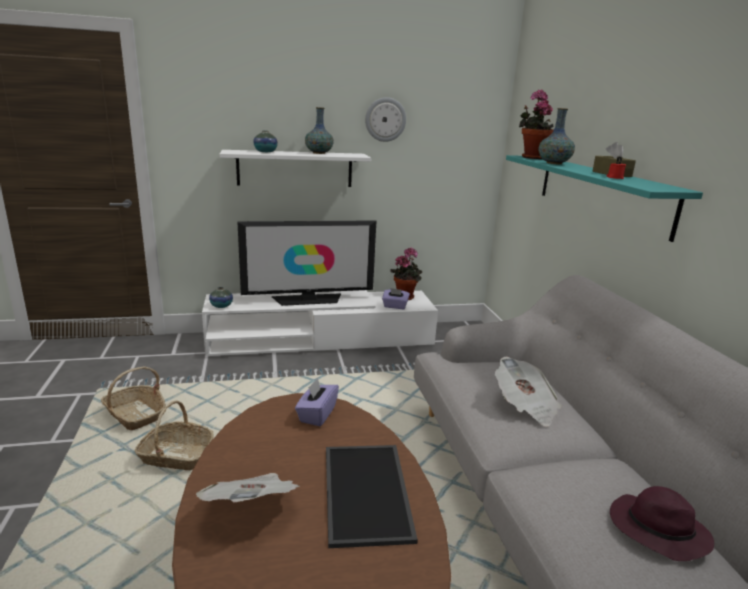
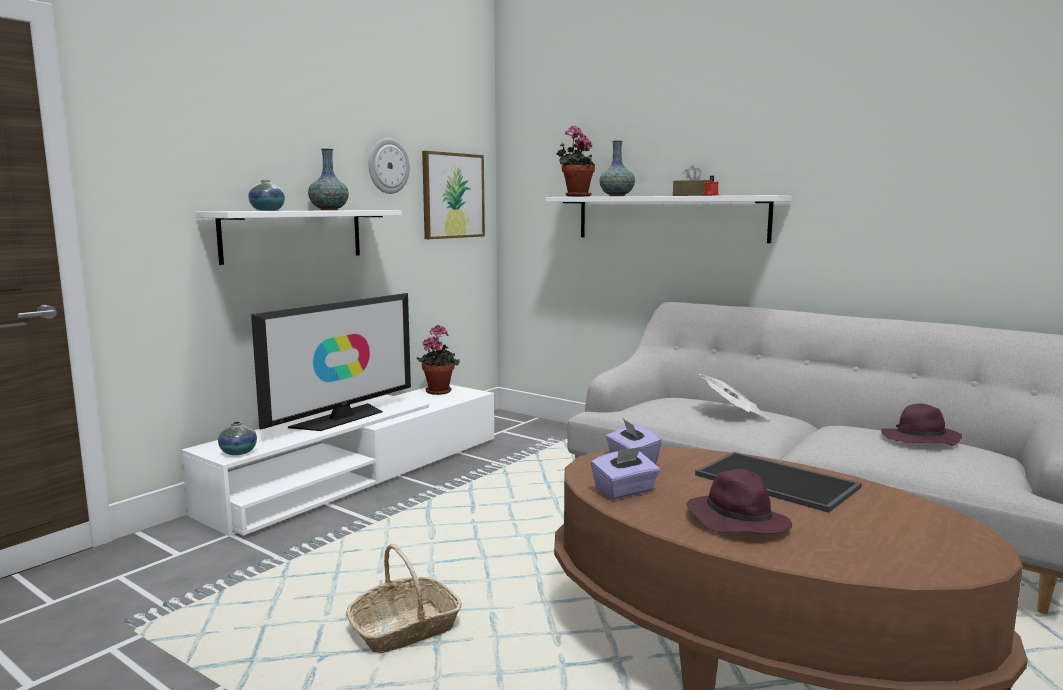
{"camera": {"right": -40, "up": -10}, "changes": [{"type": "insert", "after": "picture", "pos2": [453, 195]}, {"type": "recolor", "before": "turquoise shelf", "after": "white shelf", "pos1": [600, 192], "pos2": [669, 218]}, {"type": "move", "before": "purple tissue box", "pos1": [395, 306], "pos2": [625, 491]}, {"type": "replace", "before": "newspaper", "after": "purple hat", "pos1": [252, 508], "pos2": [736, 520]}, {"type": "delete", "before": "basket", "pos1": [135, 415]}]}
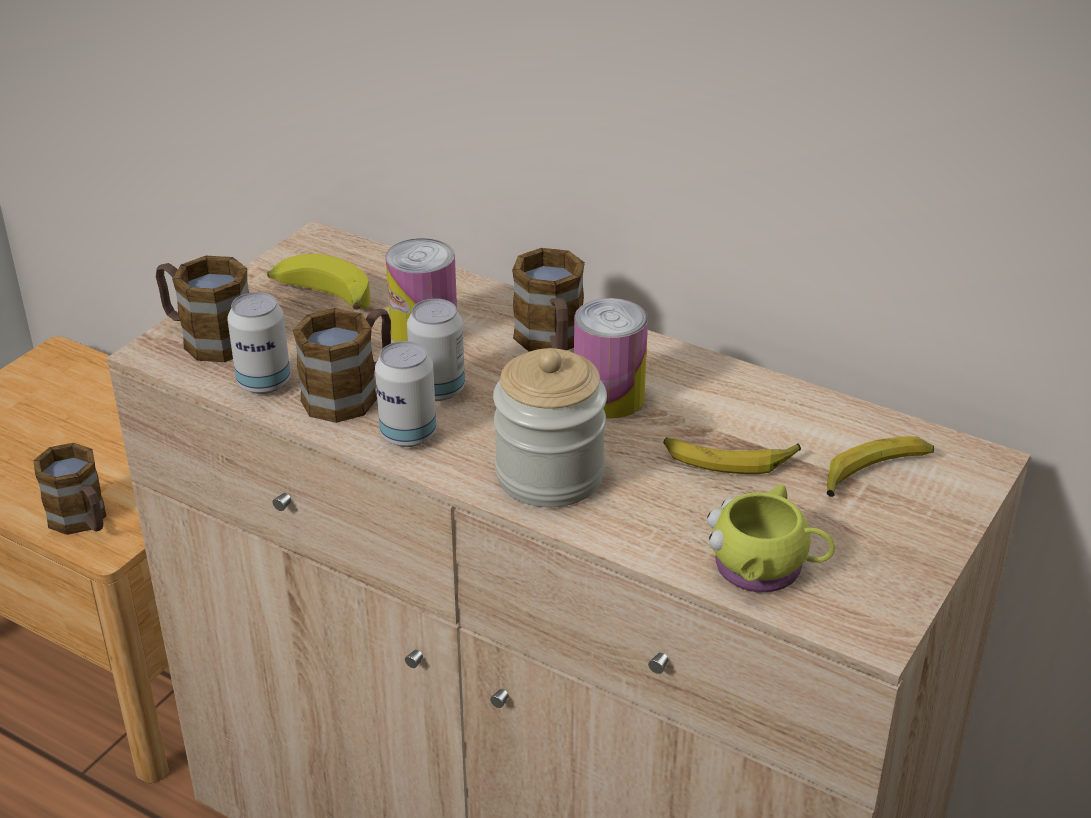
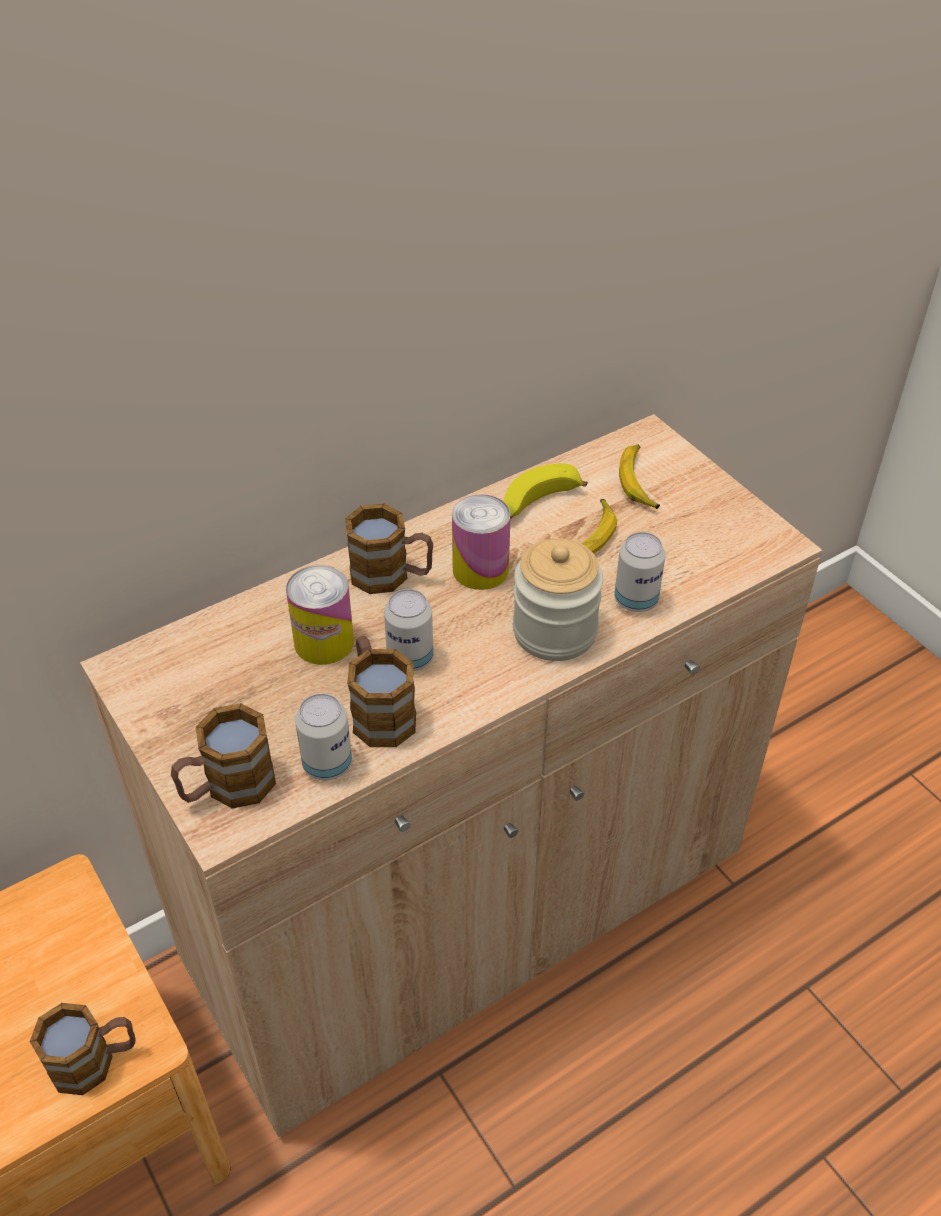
{"camera": {"right": -65, "up": 10}, "changes": [{"type": "move", "before": "banana", "pos1": [321, 296], "pos2": [538, 503]}, {"type": "move", "before": "can", "pos1": [408, 435], "pos2": [636, 600]}, {"type": "delete", "before": "yellow mug", "pos1": [766, 568]}]}
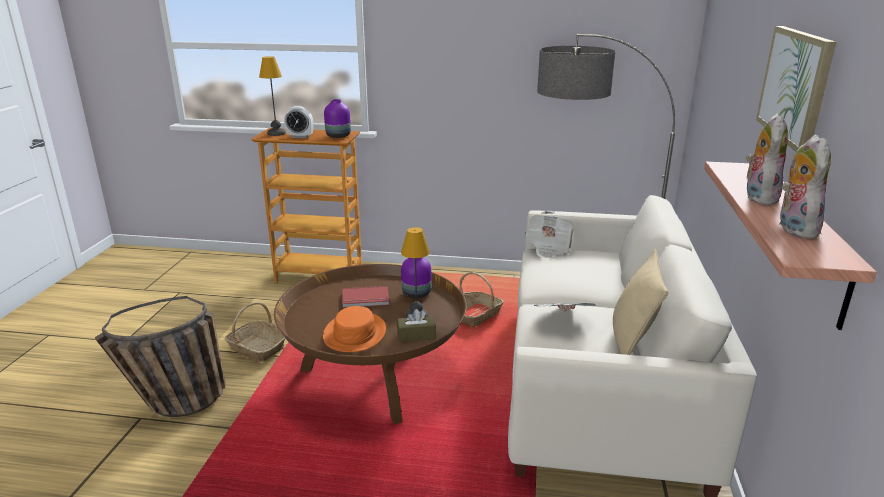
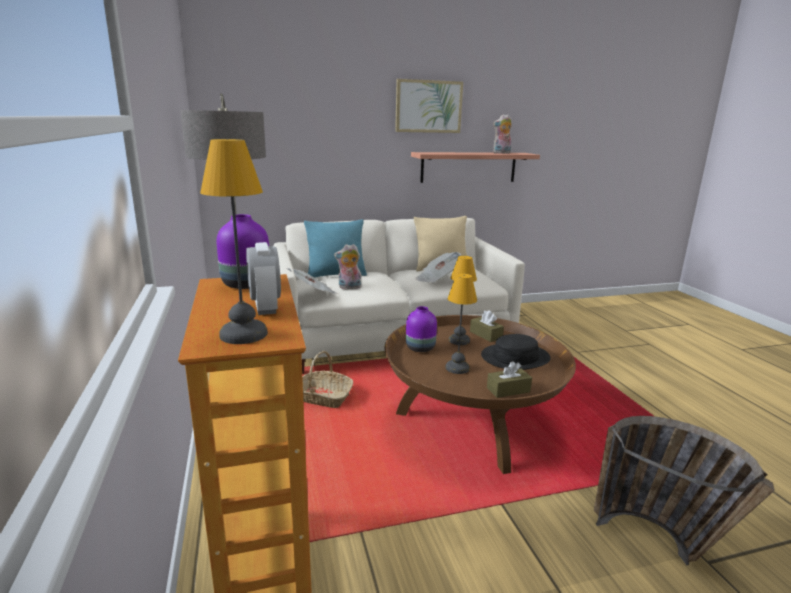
{"camera": {"right": -115, "up": -5}, "changes": [{"type": "insert", "after": "turquoise pillow", "pos2": [336, 275]}, {"type": "move", "before": "plush toy", "pos1": [758, 197], "pos2": [349, 287]}, {"type": "replace", "before": "red book", "after": "table lamp", "pos1": [365, 299], "pos2": [457, 367]}, {"type": "recolor", "before": "orange hat", "after": "black hat", "pos1": [355, 333], "pos2": [515, 357]}, {"type": "insert", "after": "brown tissue box", "pos2": [508, 390]}, {"type": "delete", "before": "basket", "pos1": [257, 348]}]}
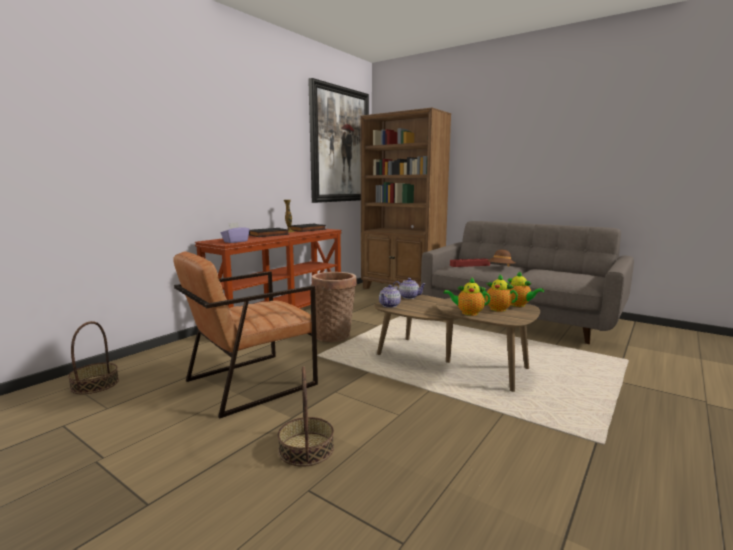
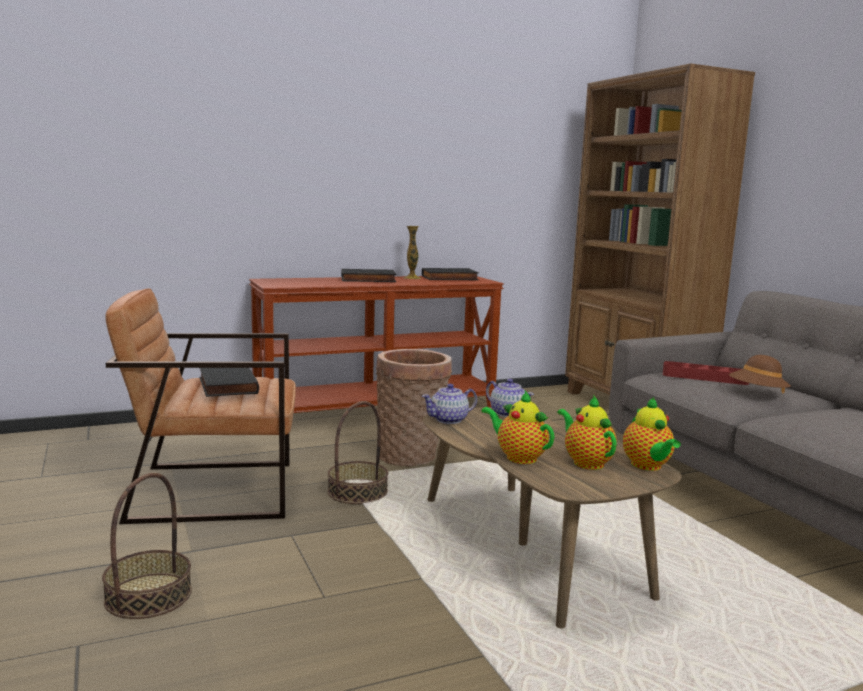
{"camera": {"right": 30, "up": 0}, "changes": [{"type": "insert", "after": "black book", "pos2": [226, 385]}, {"type": "move", "before": "basket", "pos1": [95, 384], "pos2": [357, 491]}, {"type": "delete", "before": "purple tissue box", "pos1": [235, 241]}, {"type": "delete", "before": "picture", "pos1": [339, 145]}]}
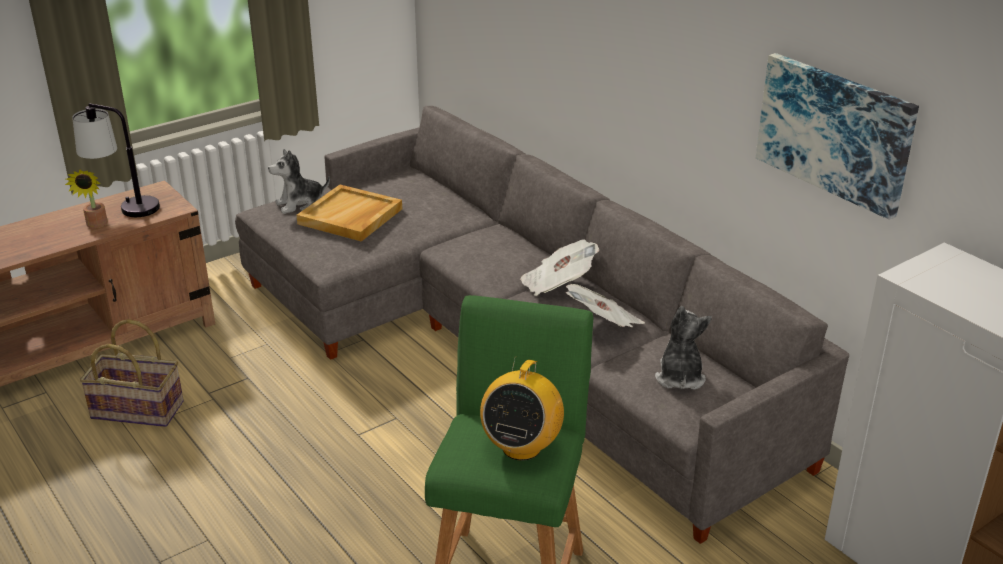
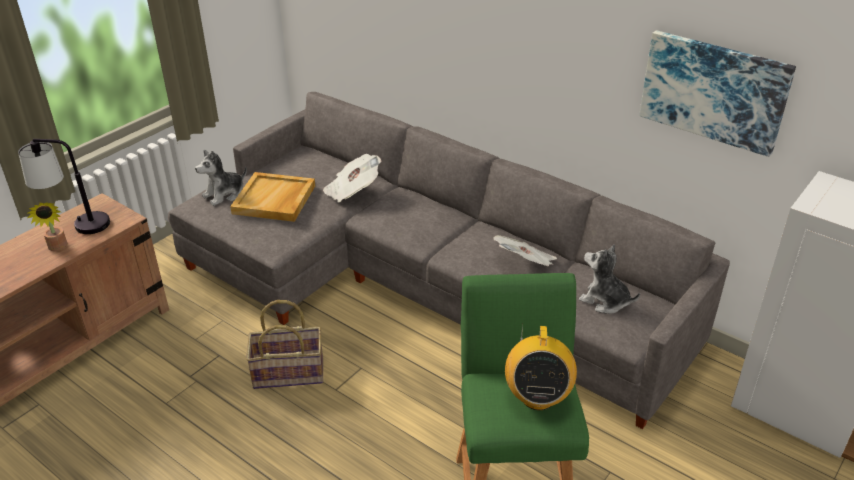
{"camera": {"right": -15, "up": 5}, "changes": [{"type": "move", "before": "basket", "pos1": [138, 409], "pos2": [289, 372]}, {"type": "move", "before": "newspaper", "pos1": [557, 284], "pos2": [352, 191]}, {"type": "rotate", "before": "plush toy", "pos1": [679, 377], "pos2": [605, 301], "turn": -45}]}
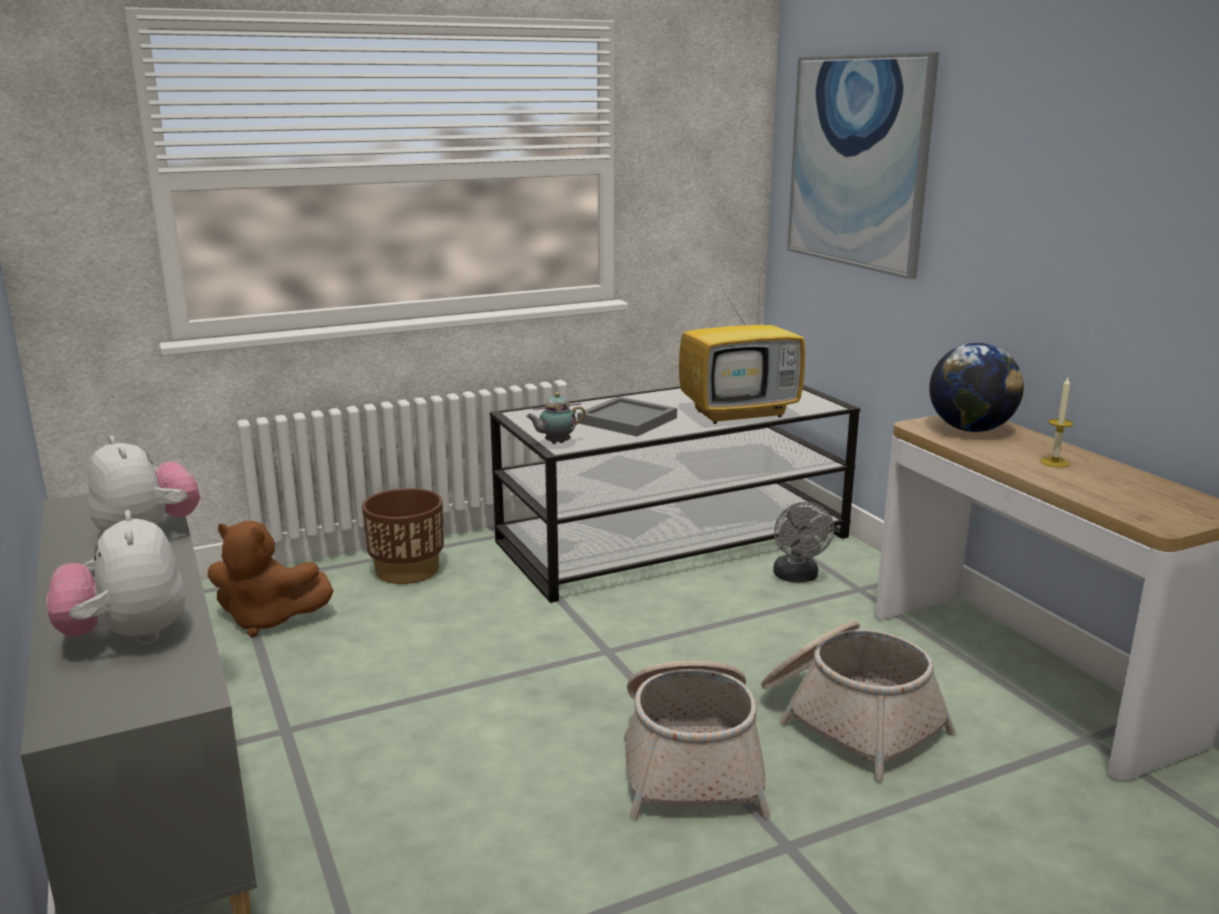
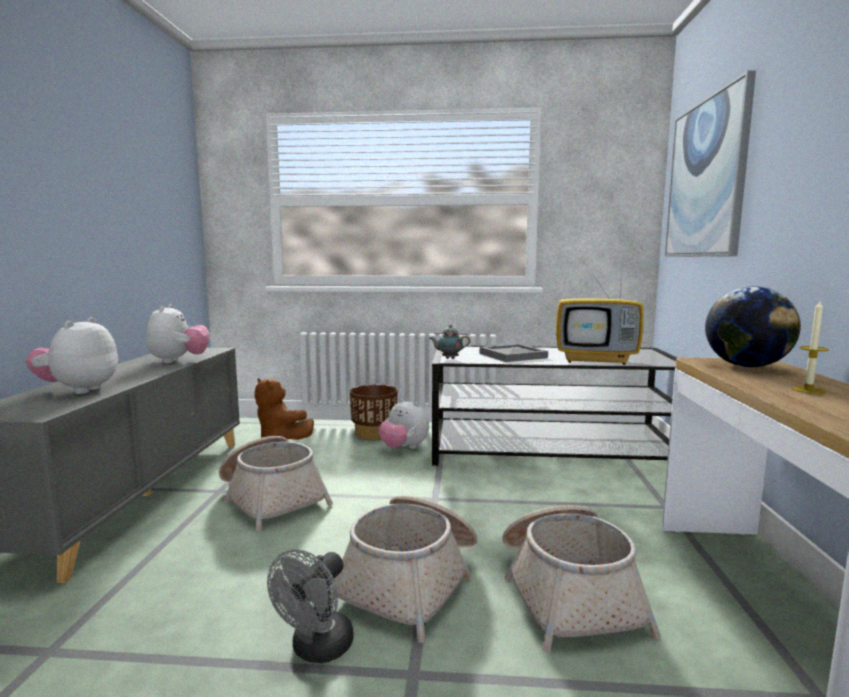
{"camera": {"right": 30, "up": -10}, "changes": [{"type": "insert", "after": "basket", "pos2": [272, 499]}, {"type": "move", "before": "grey fan", "pos1": [797, 577], "pos2": [317, 650]}, {"type": "insert", "after": "plush toy", "pos2": [404, 448]}]}
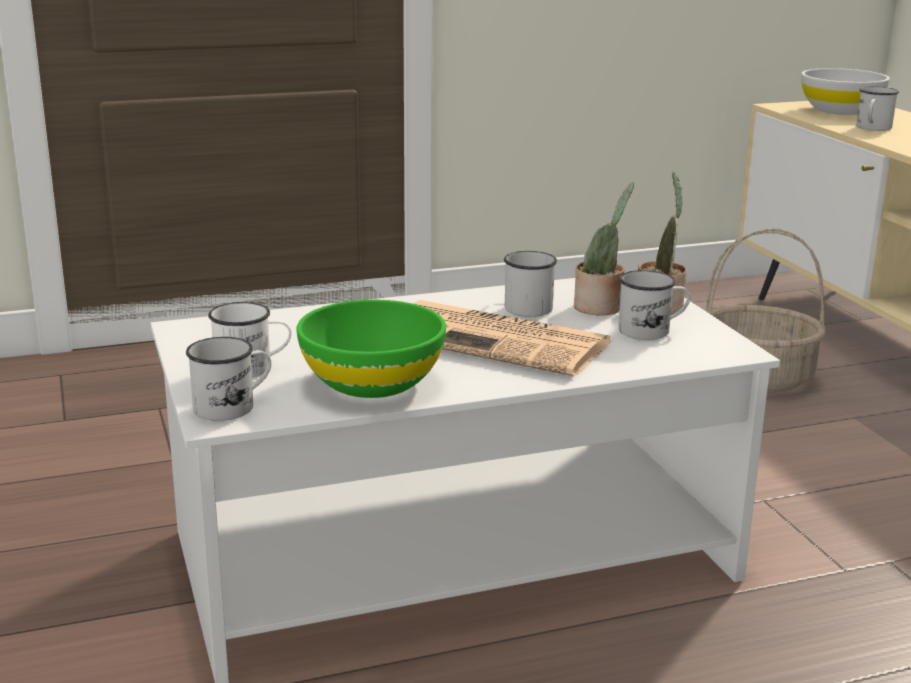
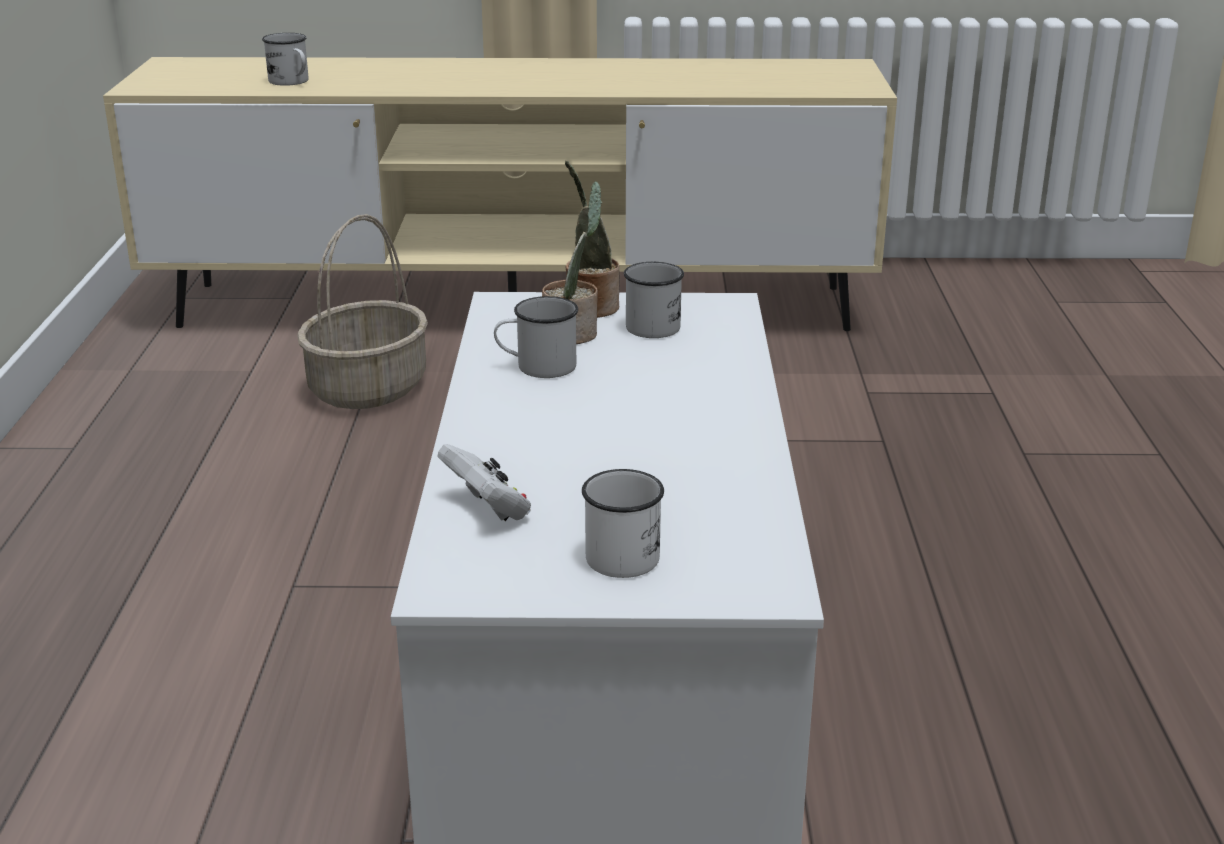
{"camera": {"right": -70, "up": 5}, "changes": [{"type": "insert", "after": "white game controller", "pos2": [488, 510]}, {"type": "delete", "before": "white mug", "pos1": [233, 406]}, {"type": "delete", "before": "green bowl", "pos1": [371, 382]}, {"type": "delete", "before": "newspaper", "pos1": [498, 340]}, {"type": "delete", "before": "white bowl", "pos1": [839, 110]}]}
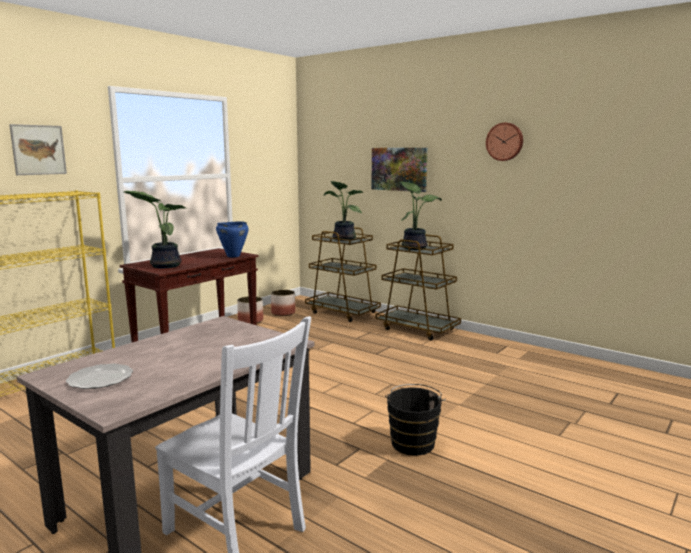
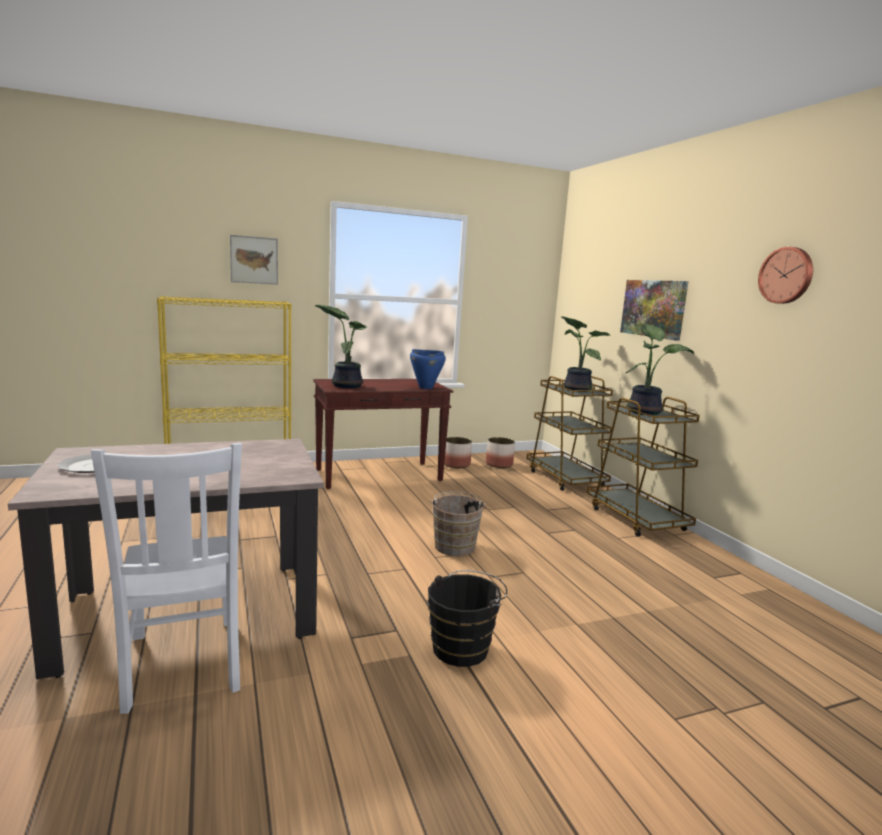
{"camera": {"right": 30, "up": 0}, "changes": [{"type": "insert", "after": "brown bucket", "pos2": [455, 545]}]}
